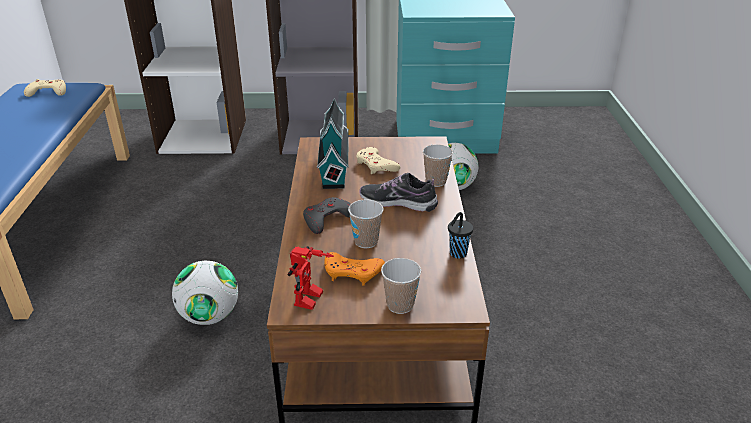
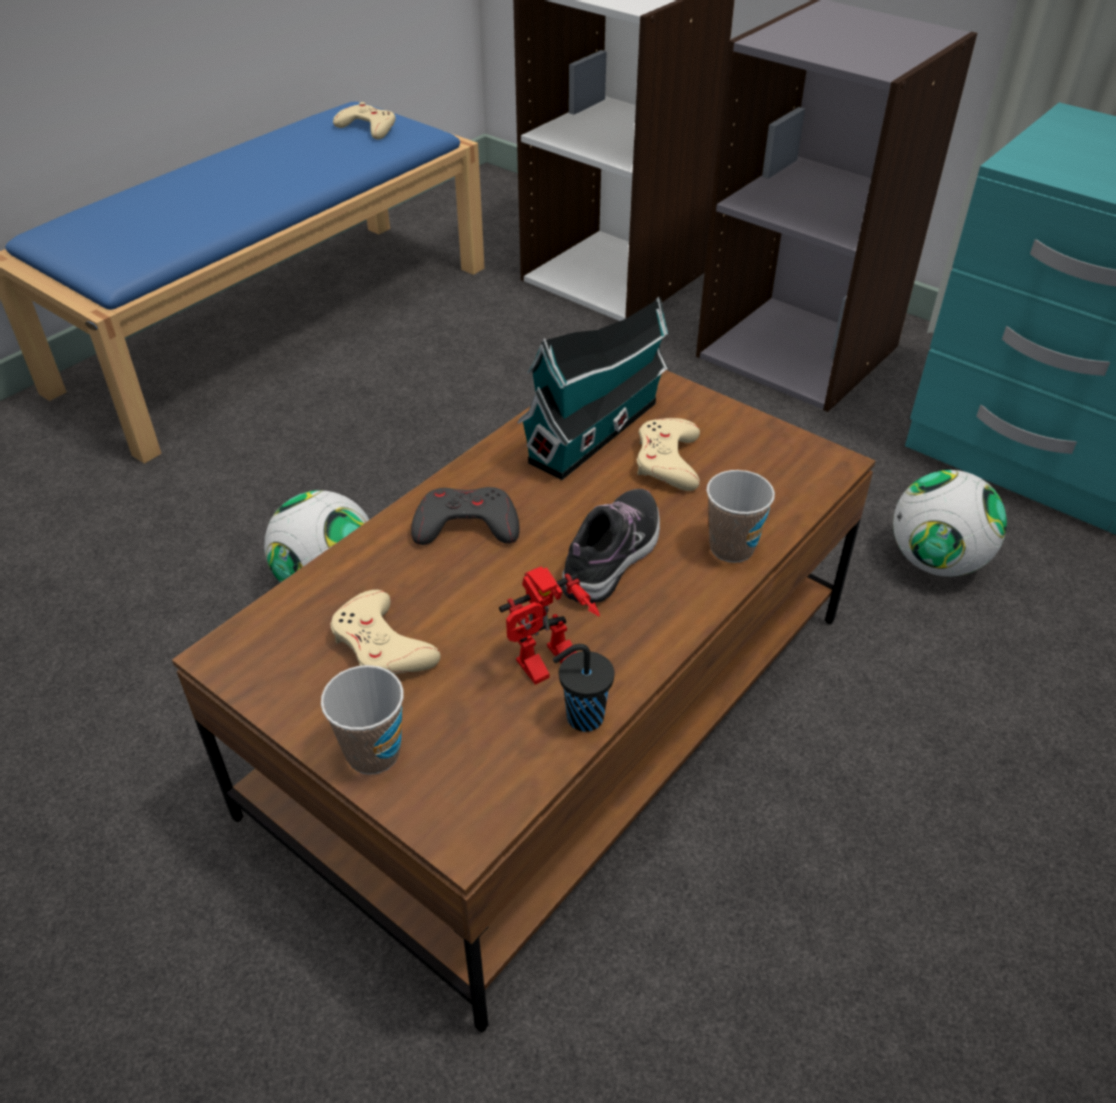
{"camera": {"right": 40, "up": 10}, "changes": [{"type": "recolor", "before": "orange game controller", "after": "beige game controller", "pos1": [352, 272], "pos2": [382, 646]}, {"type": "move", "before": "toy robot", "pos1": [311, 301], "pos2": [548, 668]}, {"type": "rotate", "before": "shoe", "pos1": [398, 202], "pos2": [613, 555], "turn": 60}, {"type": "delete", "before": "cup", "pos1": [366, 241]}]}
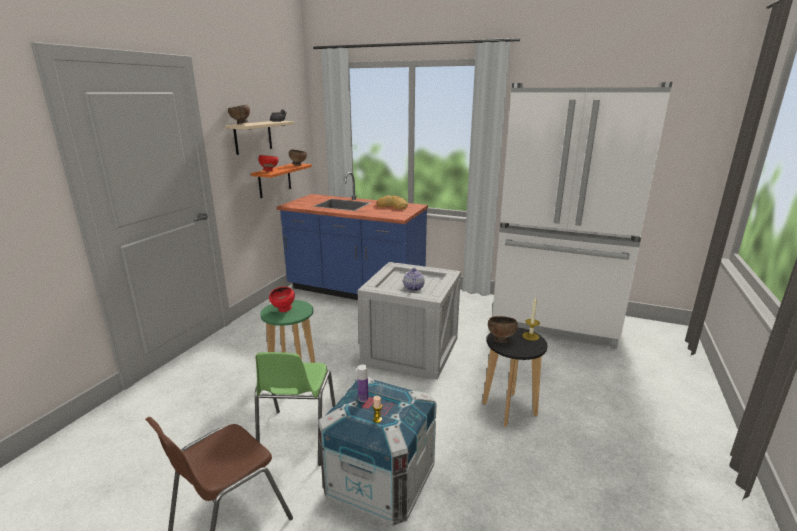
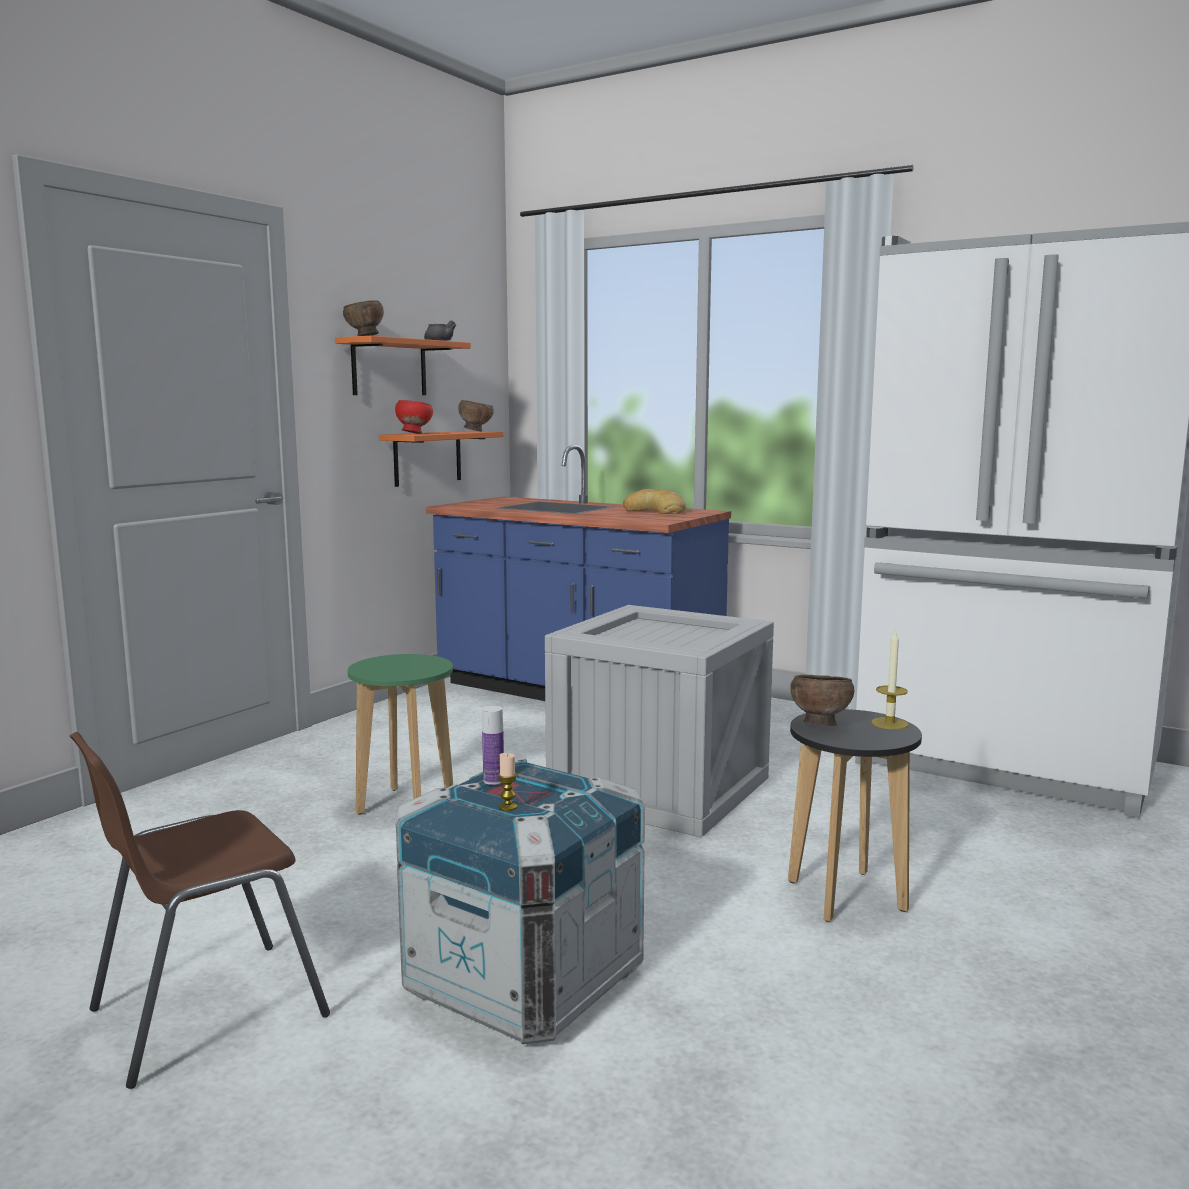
{"camera": {"right": 10, "up": -10}, "changes": [{"type": "recolor", "before": "beige shelf", "after": "orange shelf", "pos1": [253, 137], "pos2": [389, 368]}, {"type": "delete", "before": "green chair", "pos1": [297, 437]}, {"type": "delete", "before": "red bowl", "pos1": [283, 310]}, {"type": "delete", "before": "teapot", "pos1": [413, 288]}]}
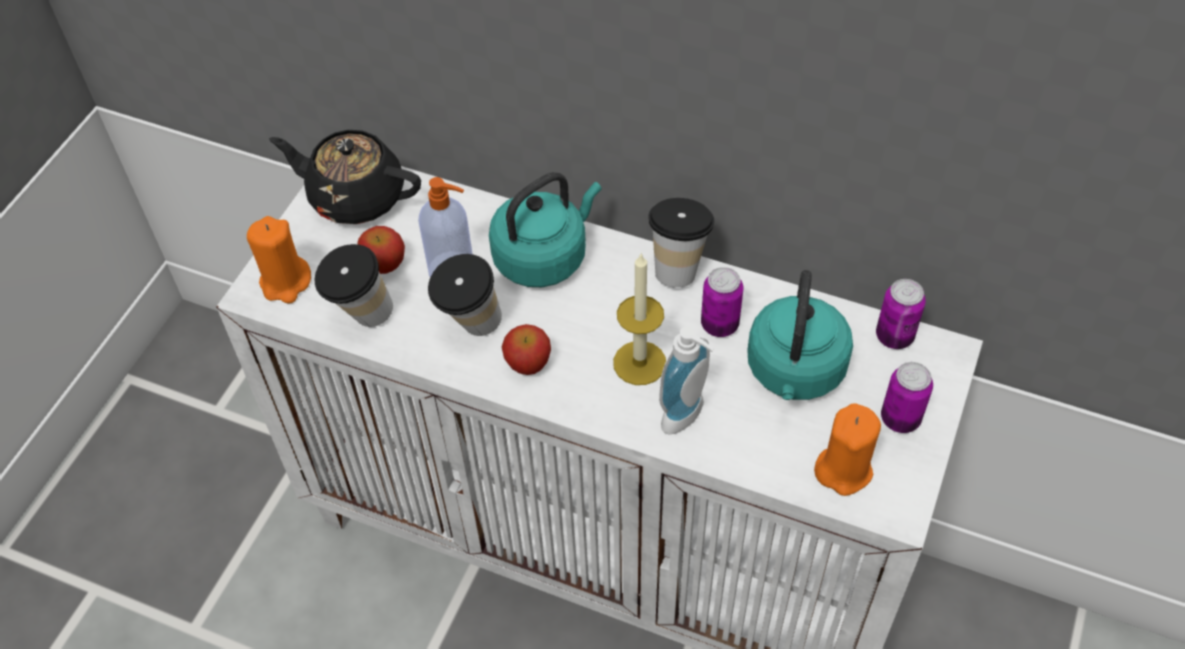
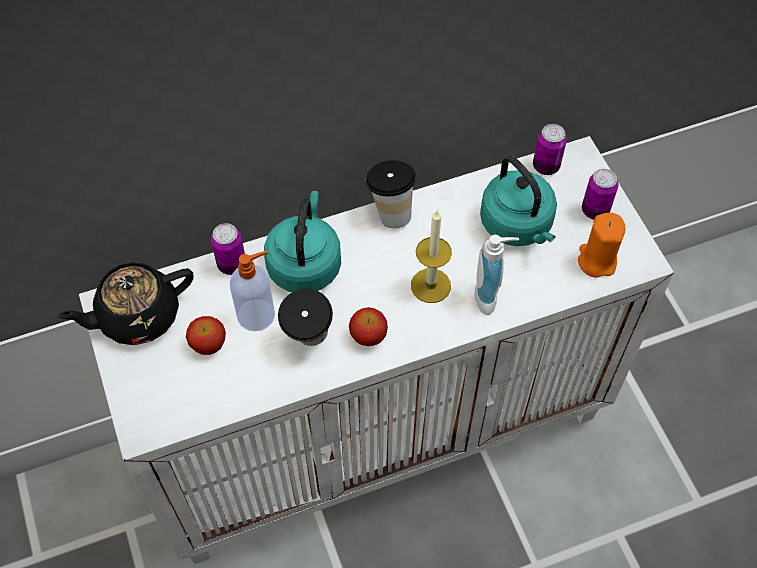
{"camera": {"right": -45, "up": 5}, "changes": [{"type": "move", "before": "can", "pos1": [719, 324], "pos2": [232, 264]}, {"type": "delete", "before": "orange candle", "pos1": [285, 282]}, {"type": "delete", "before": "cup", "pos1": [361, 317]}]}
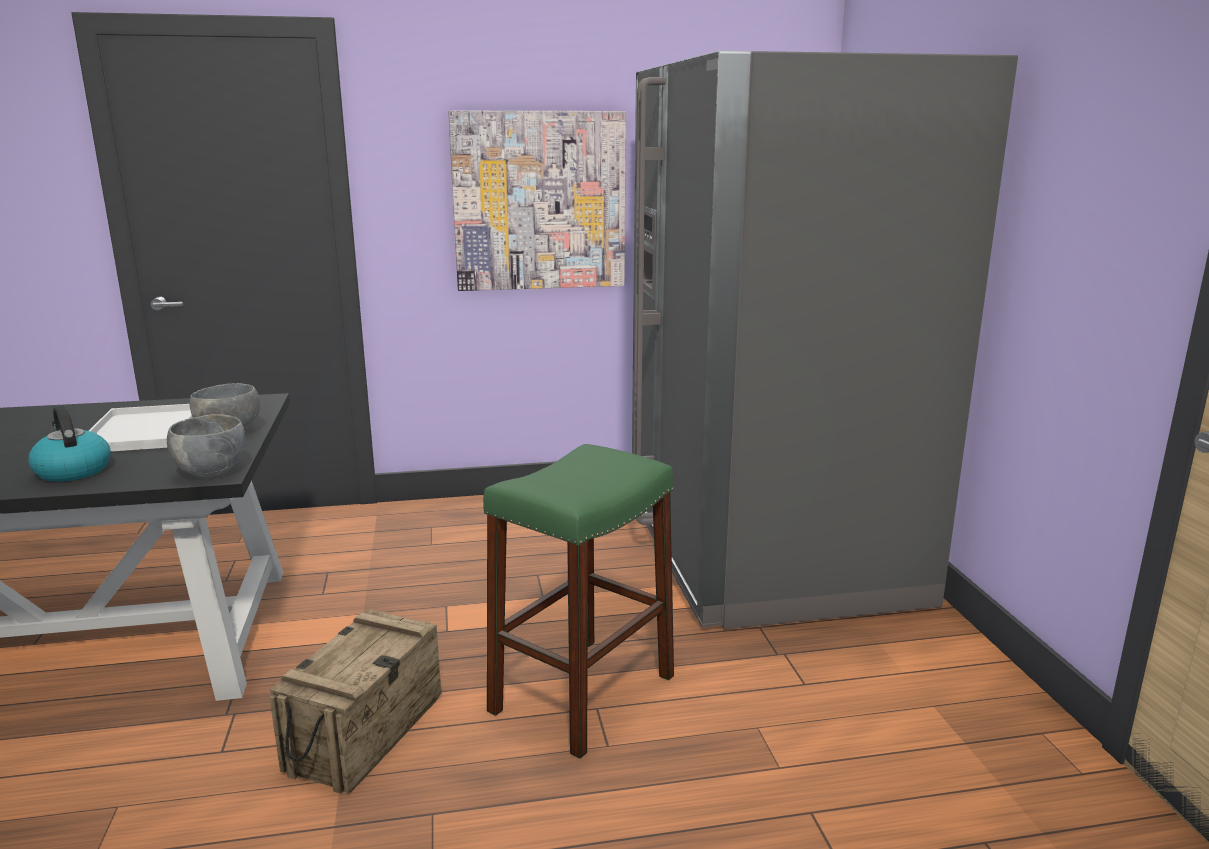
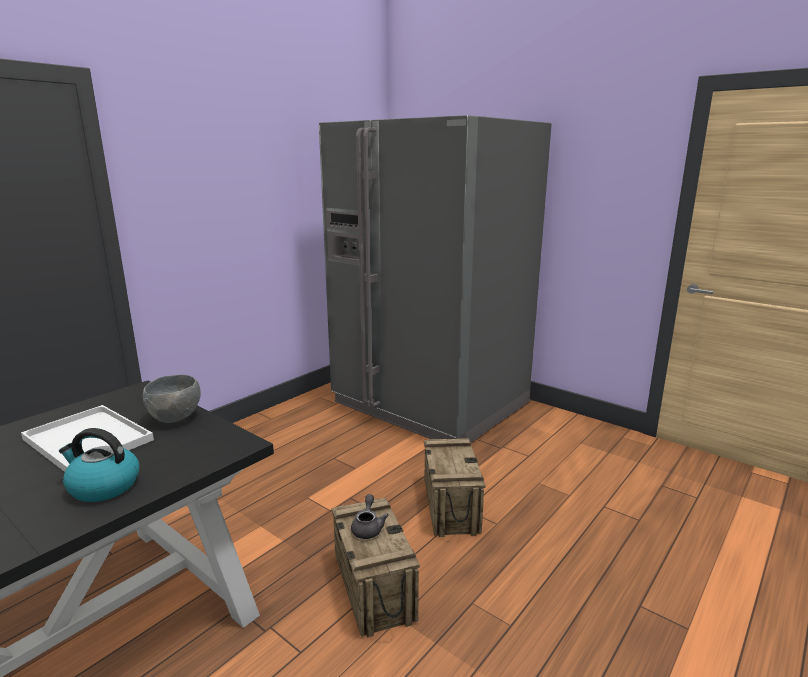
{"camera": {"right": -40, "up": 0}, "changes": [{"type": "insert", "after": "grey teapot", "pos2": [368, 527]}, {"type": "replace", "before": "green stool", "after": "crate", "pos1": [583, 693], "pos2": [450, 506]}, {"type": "delete", "before": "grey bowl", "pos1": [210, 472]}, {"type": "delete", "before": "picture", "pos1": [539, 201]}]}
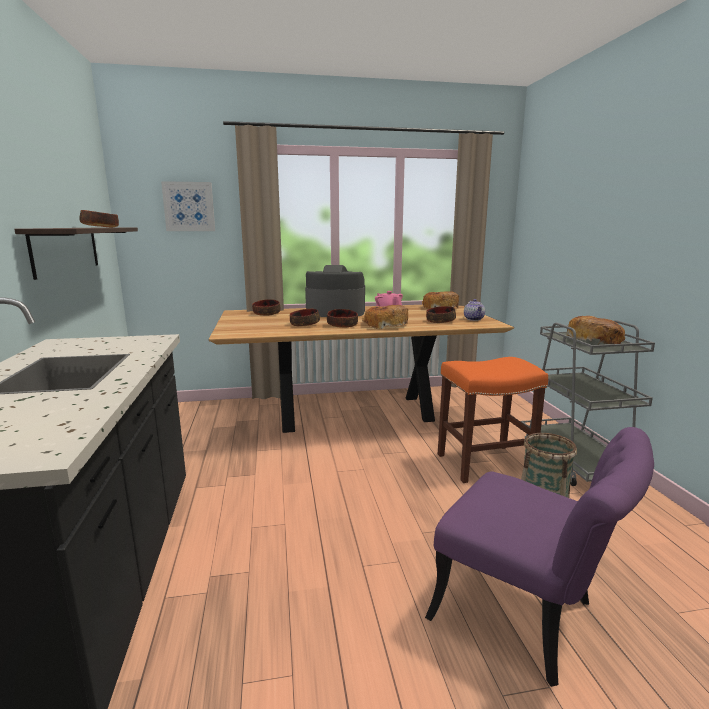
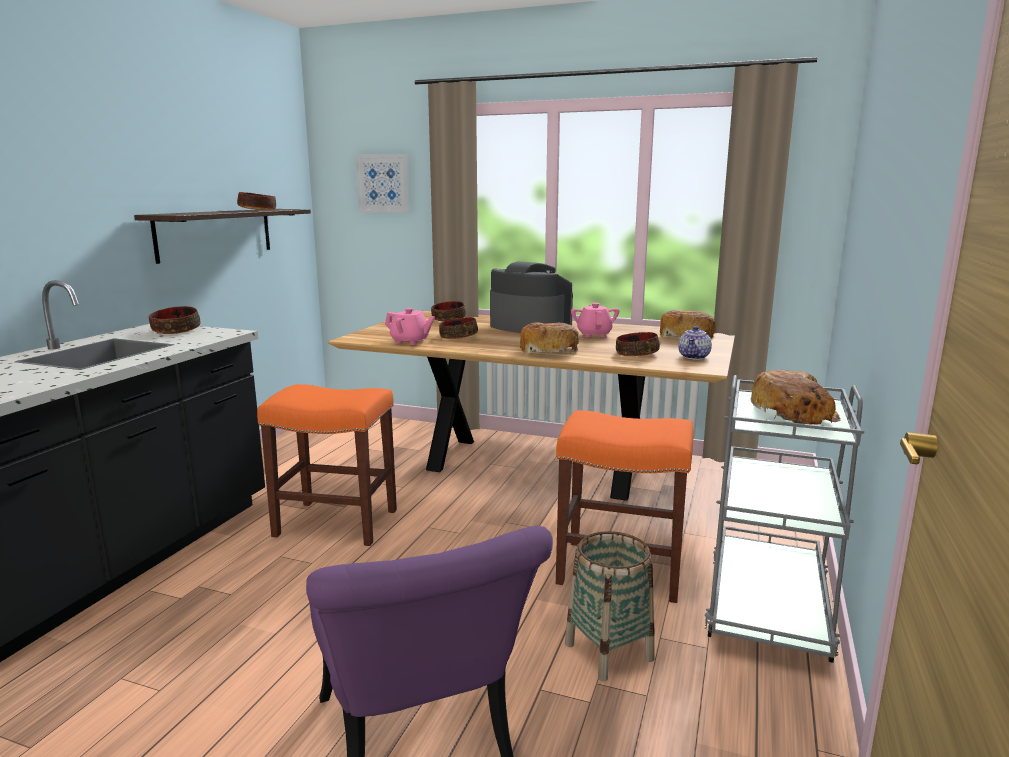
{"camera": {"right": 30, "up": 0}, "changes": [{"type": "move", "before": "bowl", "pos1": [342, 325], "pos2": [175, 330]}, {"type": "insert", "after": "orange stool", "pos2": [334, 523]}, {"type": "insert", "after": "pink teapot", "pos2": [410, 341]}]}
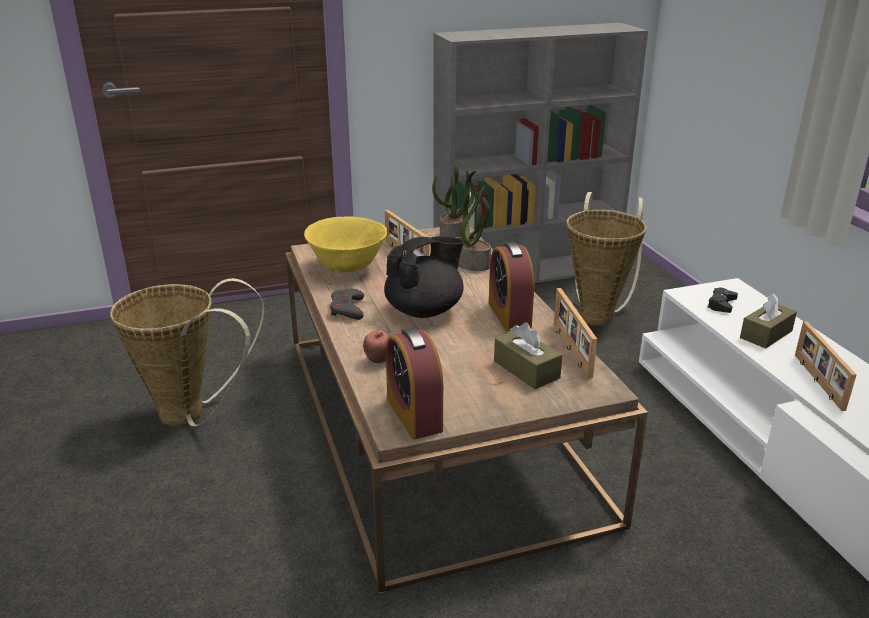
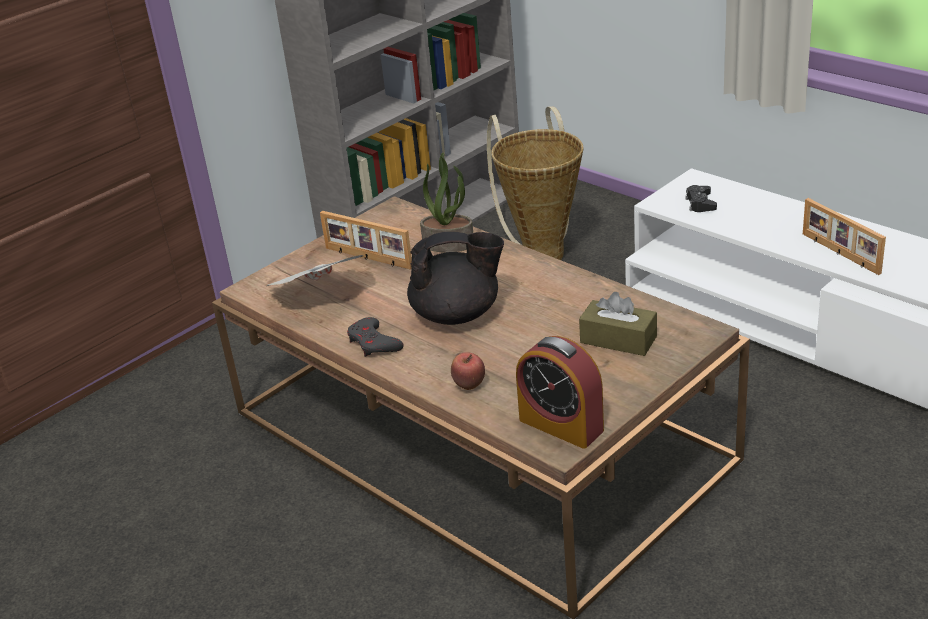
{"camera": {"right": -25, "up": 5}, "changes": [{"type": "replace", "before": "yellow bowl", "after": "newspaper", "pos1": [347, 267], "pos2": [318, 295]}, {"type": "rotate", "before": "black teapot", "pos1": [425, 310], "pos2": [458, 314], "turn": 60}, {"type": "delete", "before": "basket", "pos1": [192, 416]}, {"type": "delete", "before": "potted plant", "pos1": [454, 235]}, {"type": "delete", "before": "alarm clock", "pos1": [509, 315]}, {"type": "delete", "before": "picture frame", "pos1": [570, 349]}, {"type": "delete", "before": "brown tissue box", "pos1": [766, 334]}]}
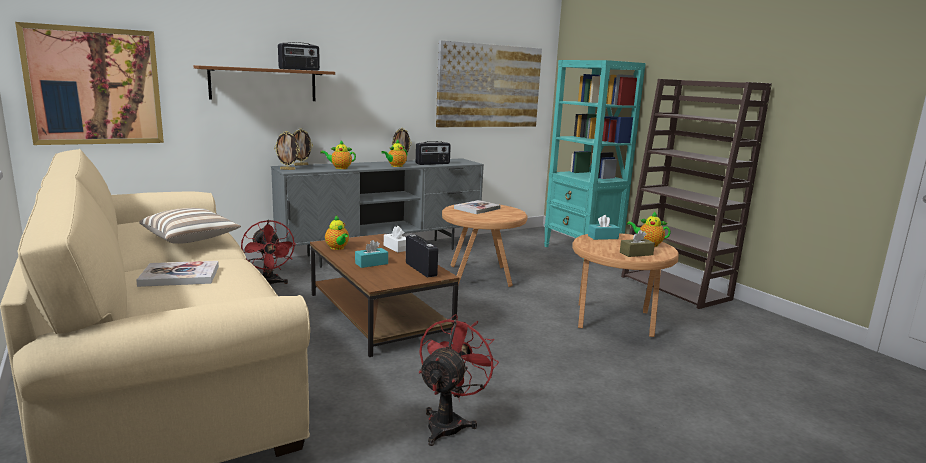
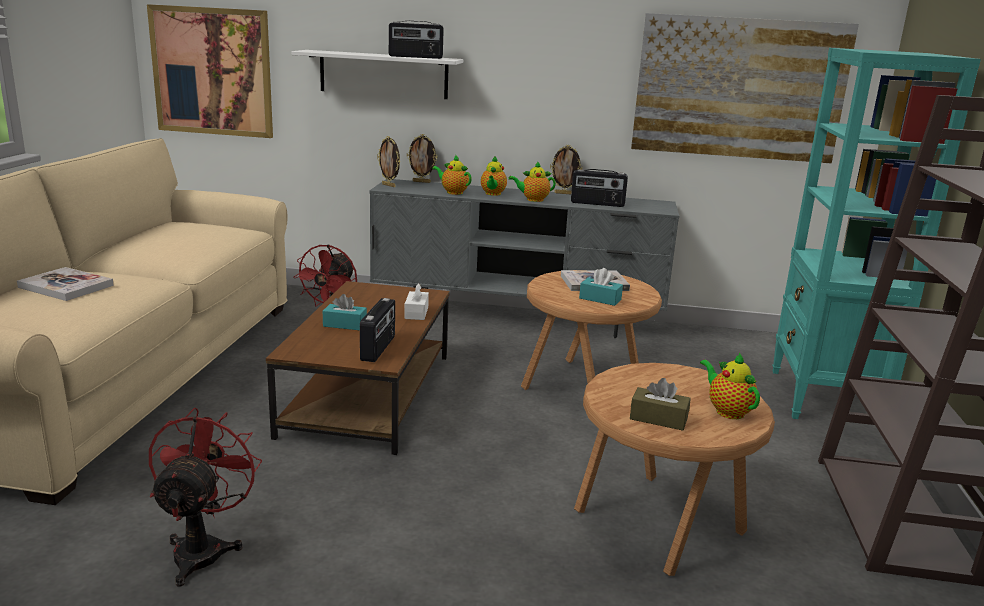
{"camera": {"right": 40, "up": 5}, "changes": [{"type": "rotate", "before": "red fan", "pos1": [449, 422], "pos2": [204, 548], "turn": -60}, {"type": "recolor", "before": "brown shelf", "after": "white shelf", "pos1": [263, 84], "pos2": [383, 74]}, {"type": "move", "before": "teapot", "pos1": [337, 248], "pos2": [492, 194]}, {"type": "move", "before": "turquoise tissue box", "pos1": [603, 237], "pos2": [600, 299]}, {"type": "delete", "before": "pillow", "pos1": [191, 239]}]}
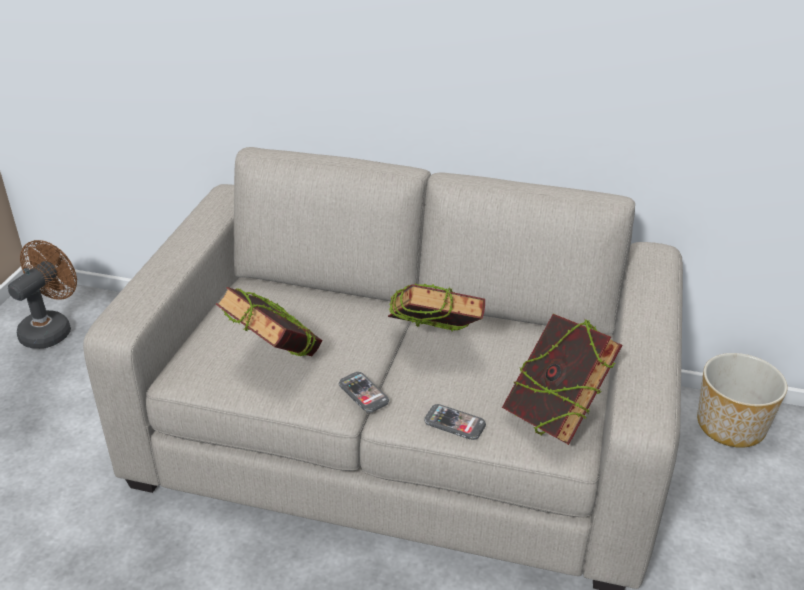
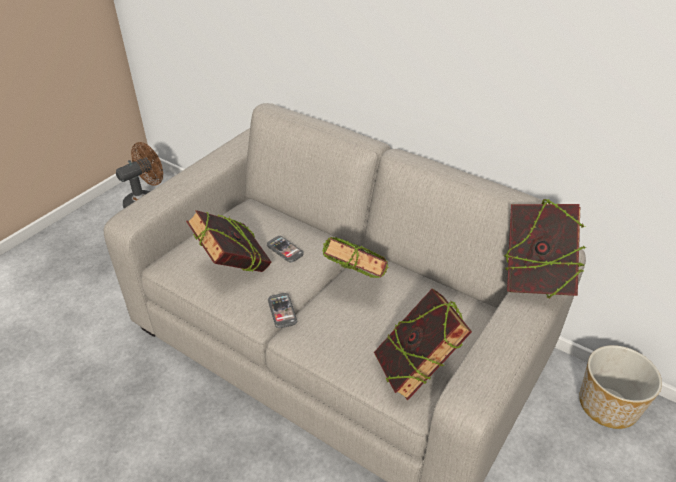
{"camera": {"right": 20, "up": 5}, "changes": [{"type": "move", "before": "phone", "pos1": [454, 423], "pos2": [285, 250]}, {"type": "insert", "after": "book", "pos2": [534, 280]}]}
